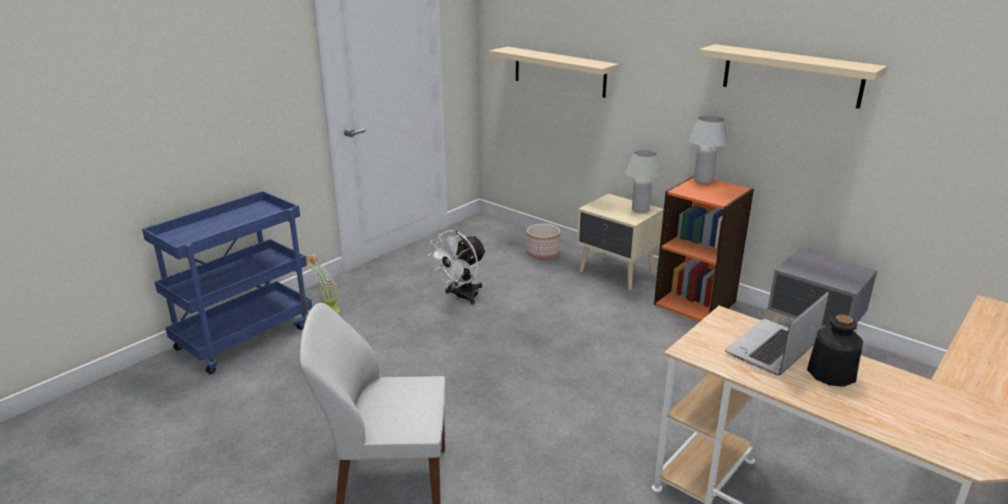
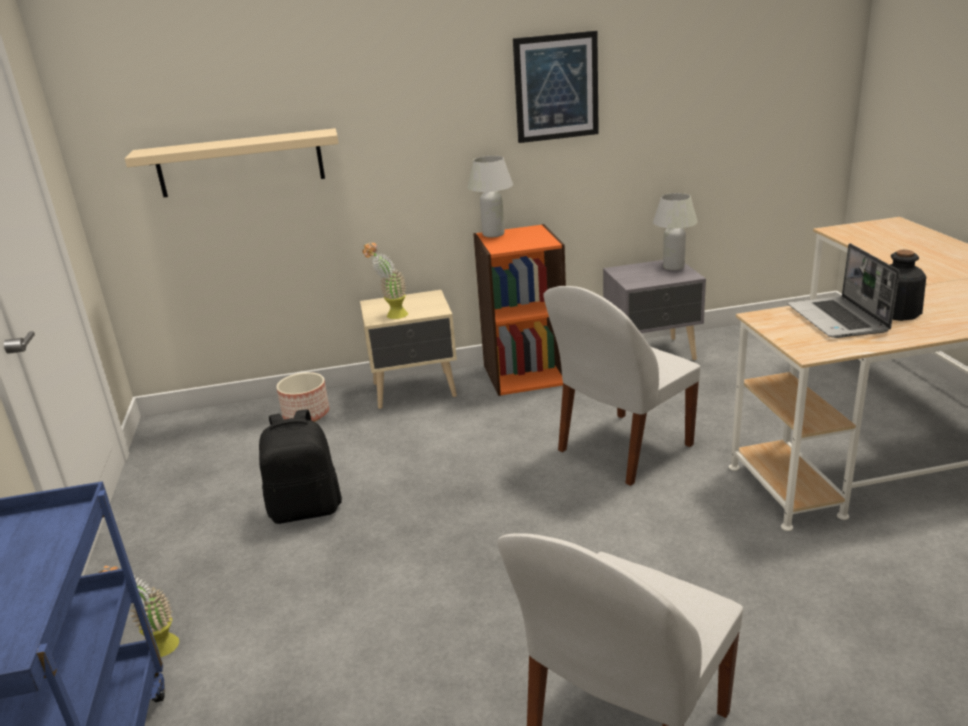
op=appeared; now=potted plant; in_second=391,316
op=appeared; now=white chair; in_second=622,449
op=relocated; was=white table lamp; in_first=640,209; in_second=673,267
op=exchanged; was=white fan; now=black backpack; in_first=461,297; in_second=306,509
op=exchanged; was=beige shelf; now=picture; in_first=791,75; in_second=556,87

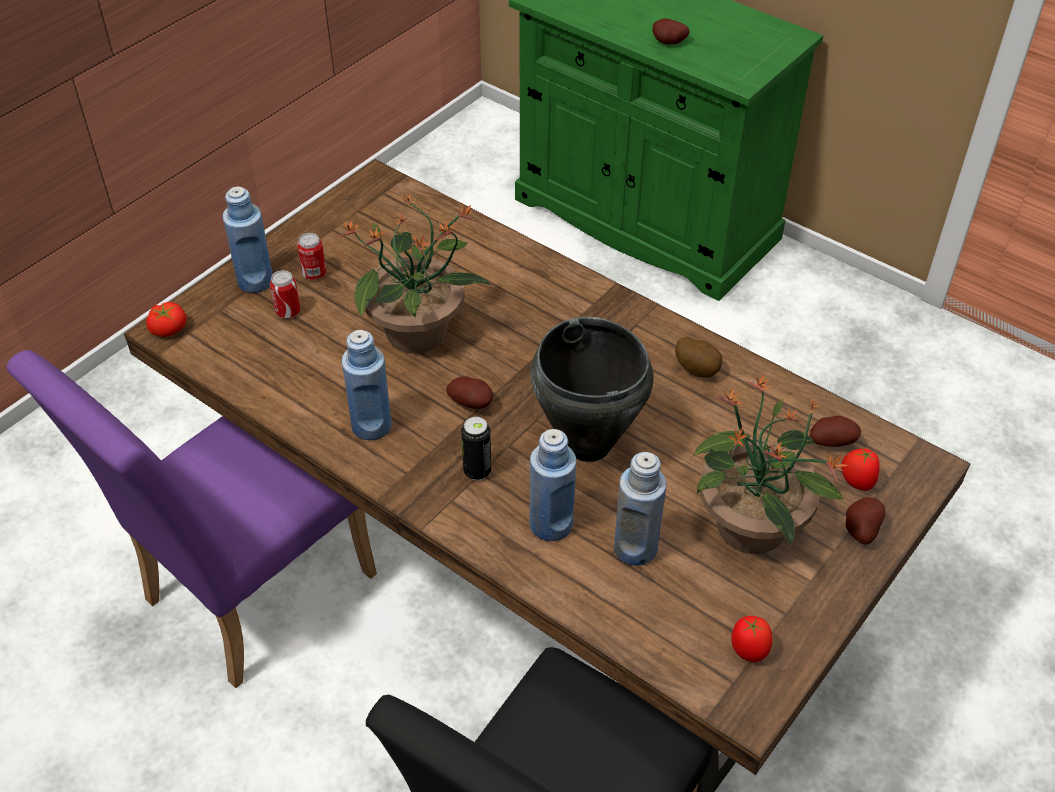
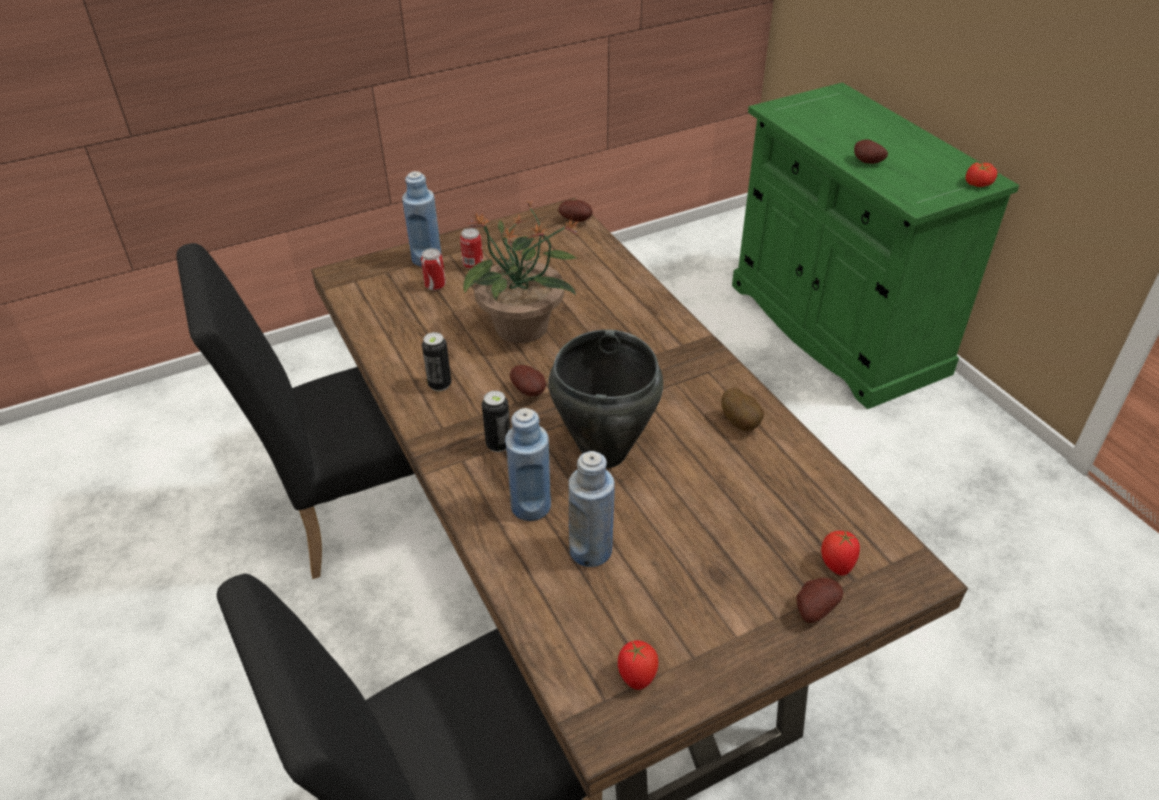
op=missing; was=potted plant; in_first=751,528
op=relocated; was=tomato; in_first=168,328; in_second=977,183
op=relocated; was=potato; in_first=831,441; in_second=577,220
op=exchanged; was=blue bottle; now=can; in_first=371,426; in_second=439,384
op=colour; was=purple chair; now=black chair; in_first=245,596; in_second=359,514

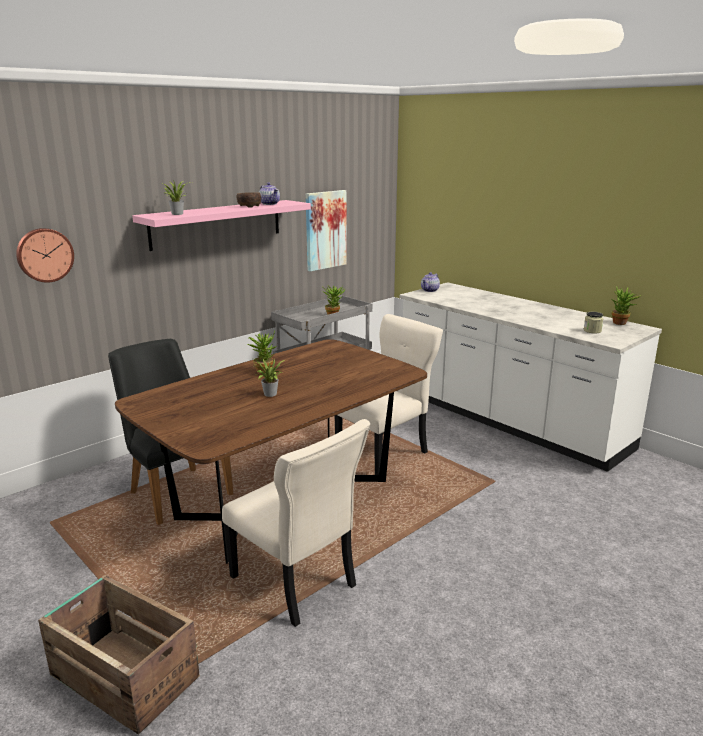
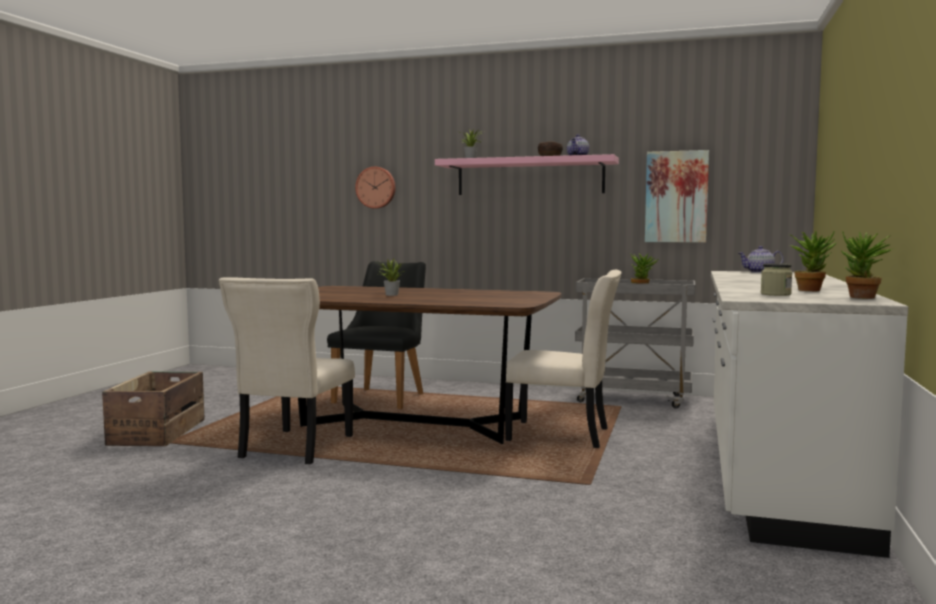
op=relocated; was=potted plant; in_first=263,371; in_second=811,290

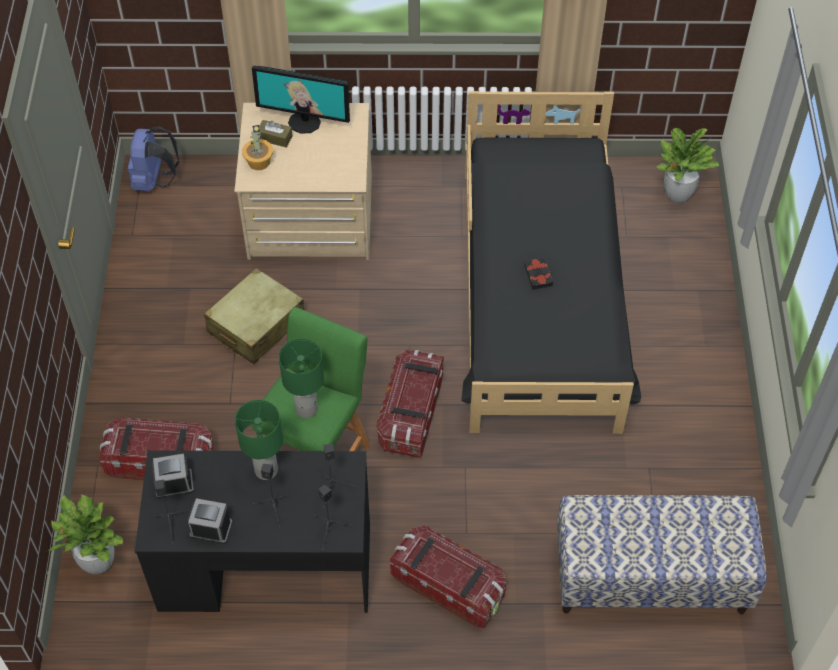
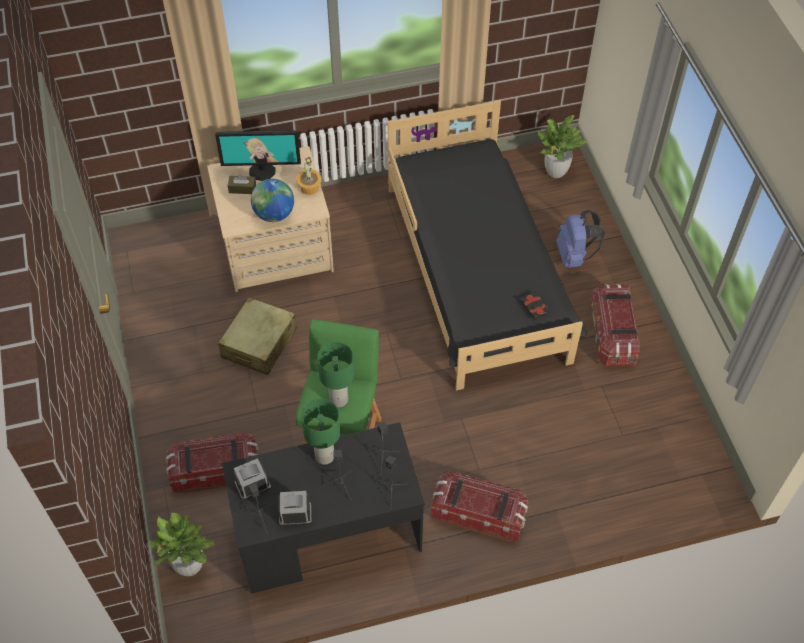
op=missing; was=bench; in_first=650,578
op=appeared; now=globe; in_second=274,214
op=relocated; was=blue backpack; in_first=154,180; in_second=574,256
op=relocated; was=potted plant; in_first=259,161; in_second=309,187
op=relocated; was=storage box; in_first=411,415; in_second=611,335
op=relocated; was=black book; in_first=538,275; in_second=534,307

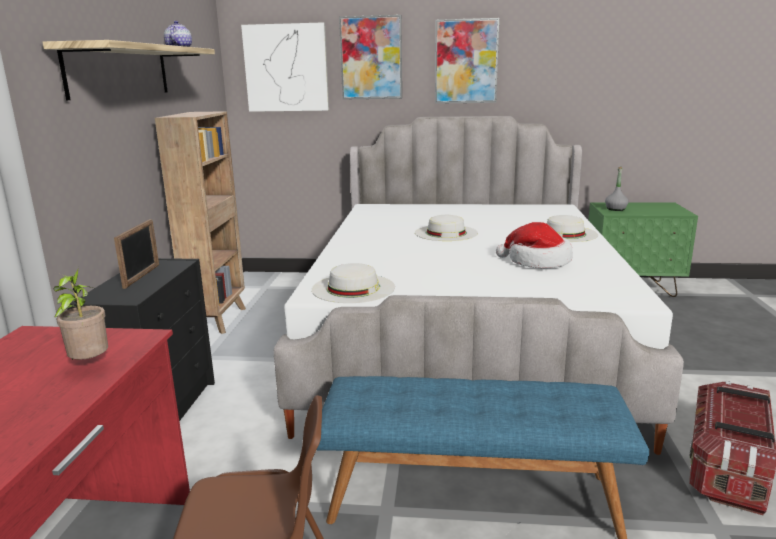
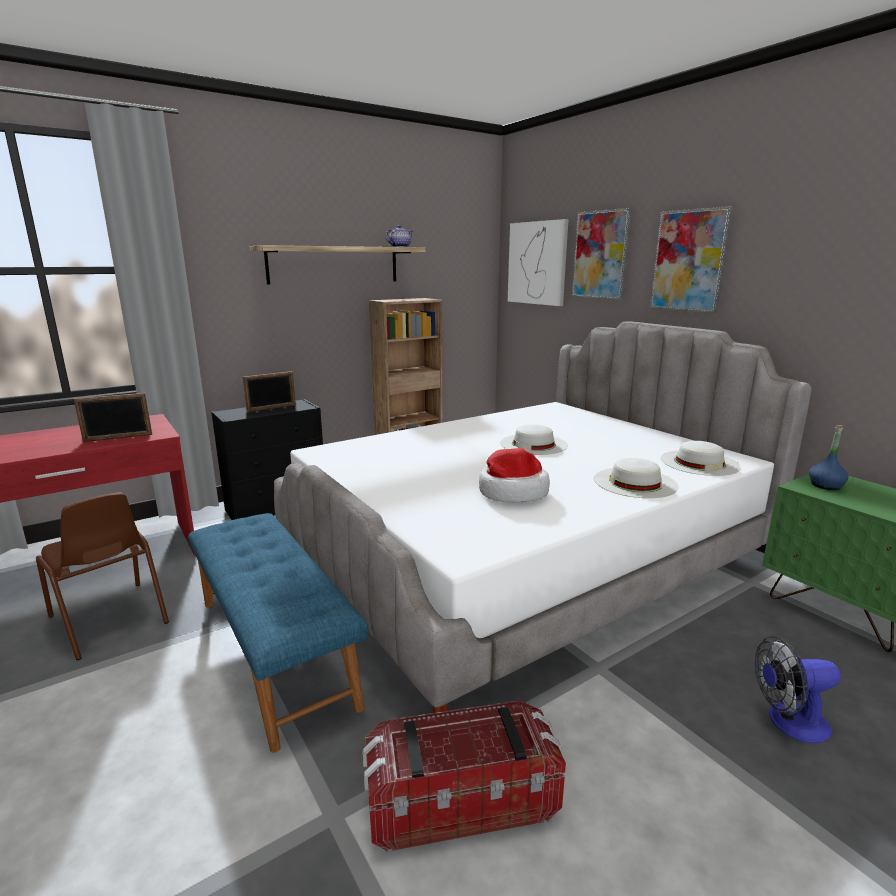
op=appeared; now=fan; in_second=788,722
op=relocated; was=white hat; in_first=353,288; in_second=699,462
op=exchanged; was=potted plant; now=picture frame; in_first=89,364; in_second=118,438
op=colour; was=grey bottle; now=blue bottle; in_first=615,209; in_second=825,485

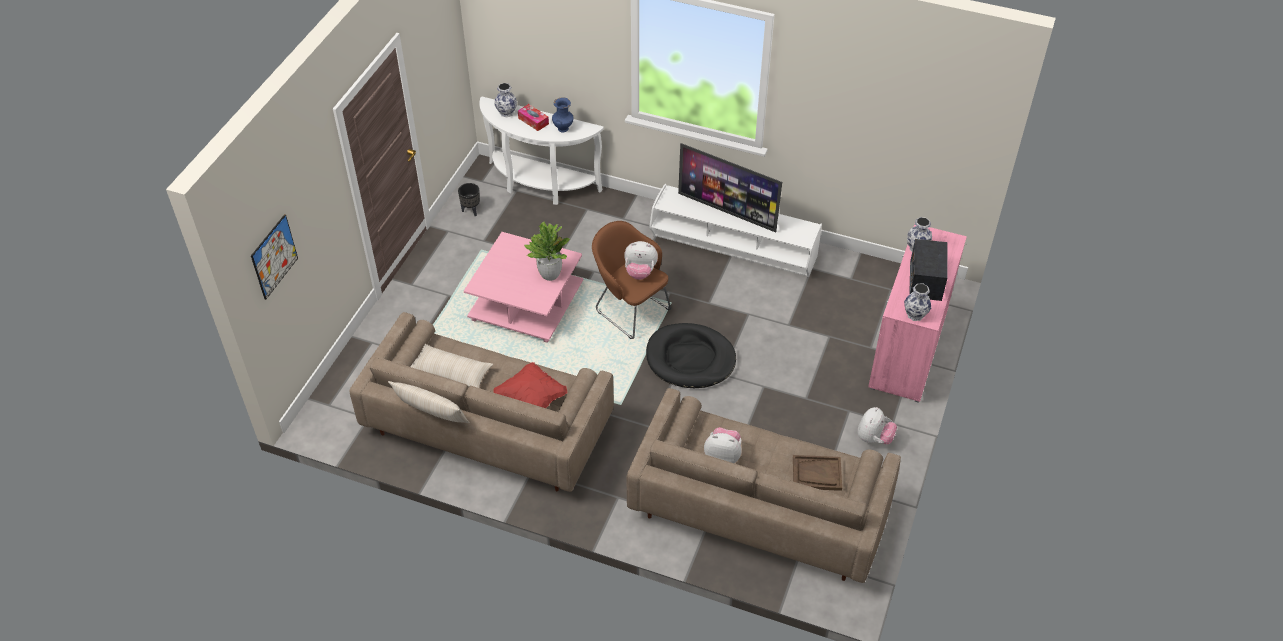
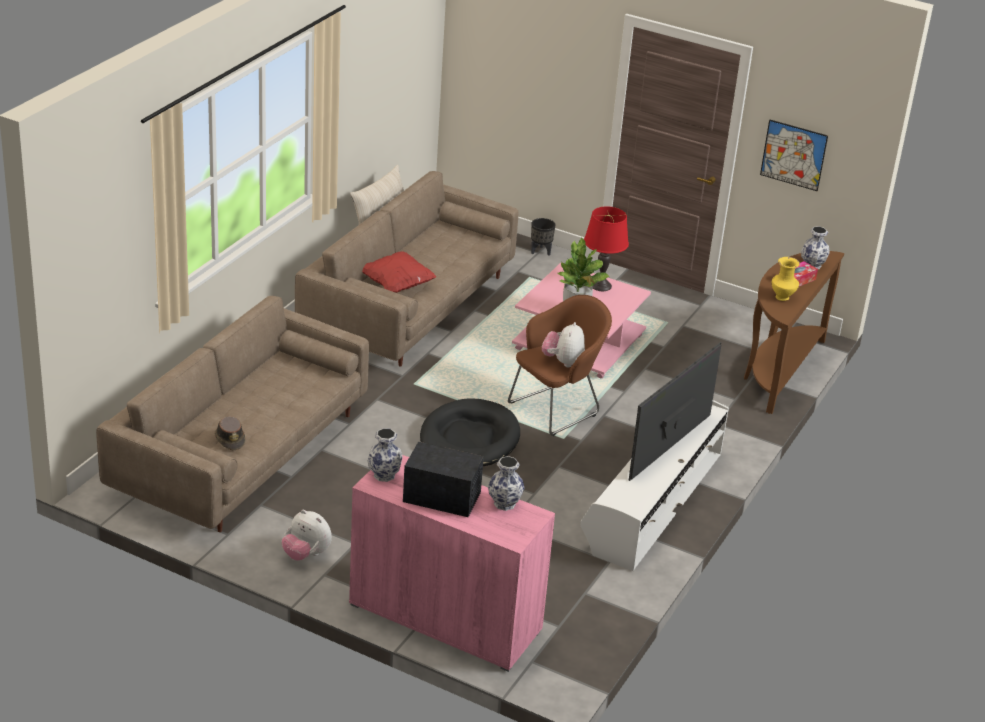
op=missing; was=beige pillow; in_first=451,372
op=missing; was=plush toy; in_first=723,456
op=appeared; now=red table lamp; in_second=601,285
op=relocated; was=picture; in_first=274,256; in_second=793,155
op=relocated; was=black planter; in_first=471,210; in_second=540,251
op=exchanged; was=brown tray; now=brown hat; in_first=816,474; in_second=230,439
op=colour; was=white console table; now=brown console table; in_first=539,186; in_second=778,370
op=colour; was=blue vase; now=yellow vase; in_first=563,128; in_second=783,298

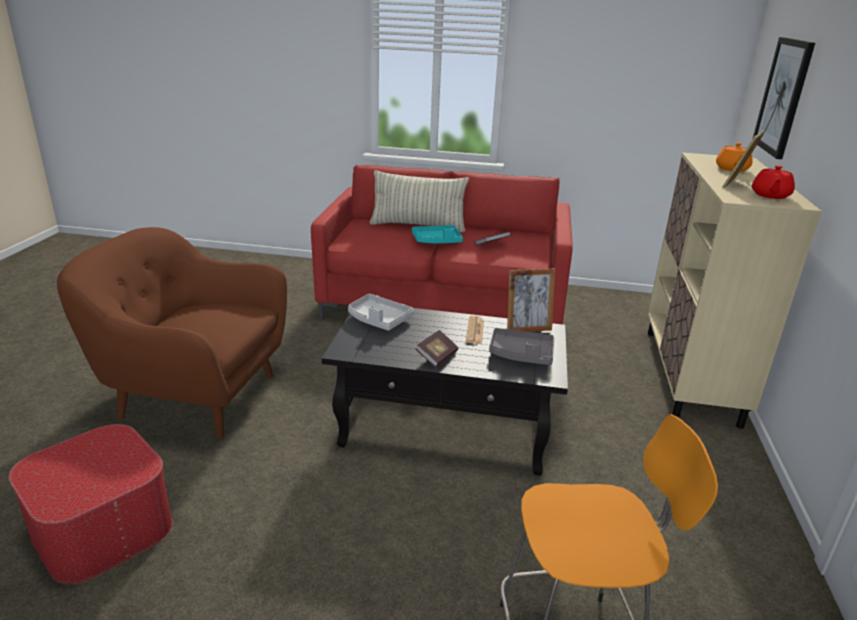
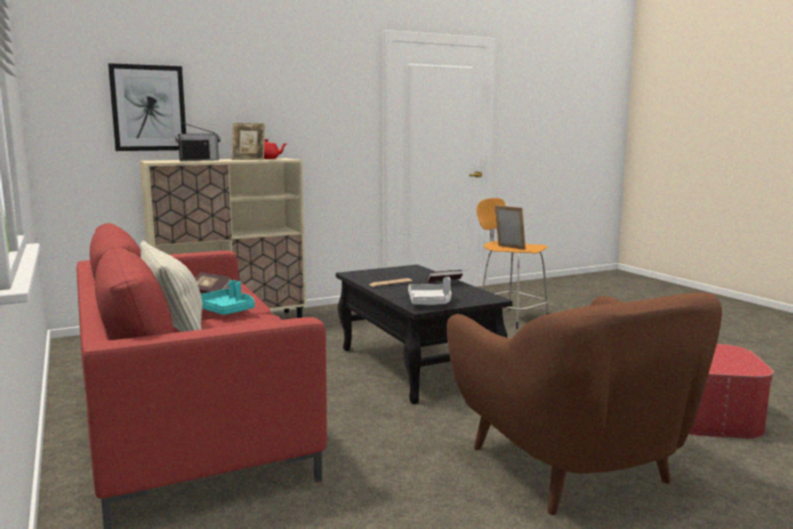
op=missing; was=grey tray; in_first=521,355
op=relocated; was=picture frame; in_first=527,328; in_second=509,248
op=exchanged; was=orange teapot; now=radio; in_first=731,169; in_second=199,160

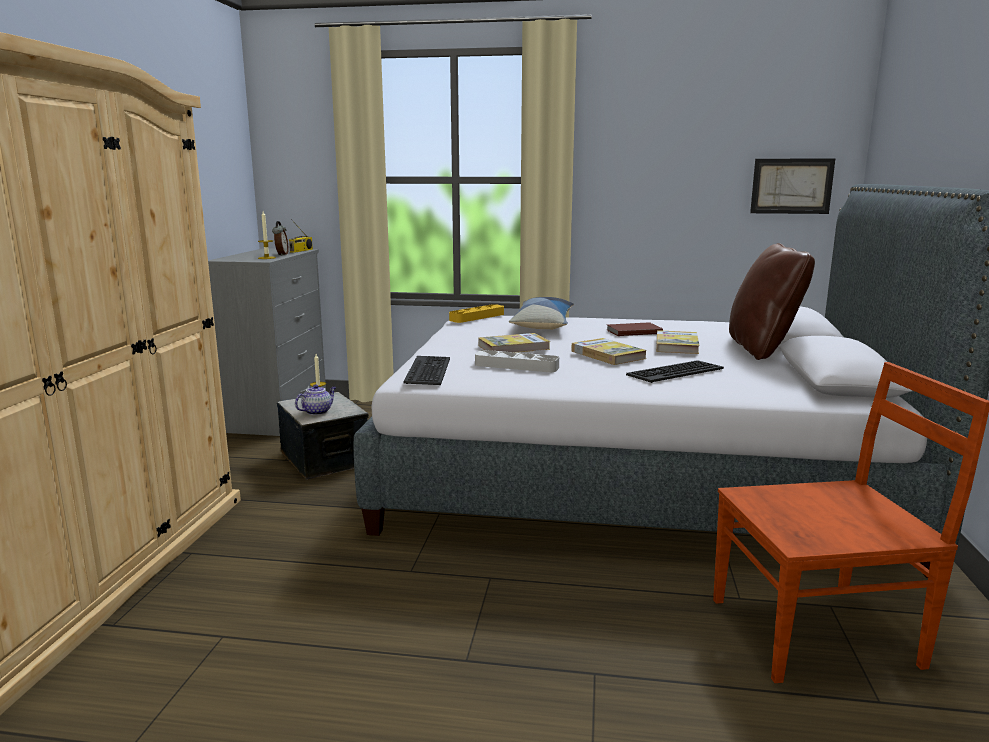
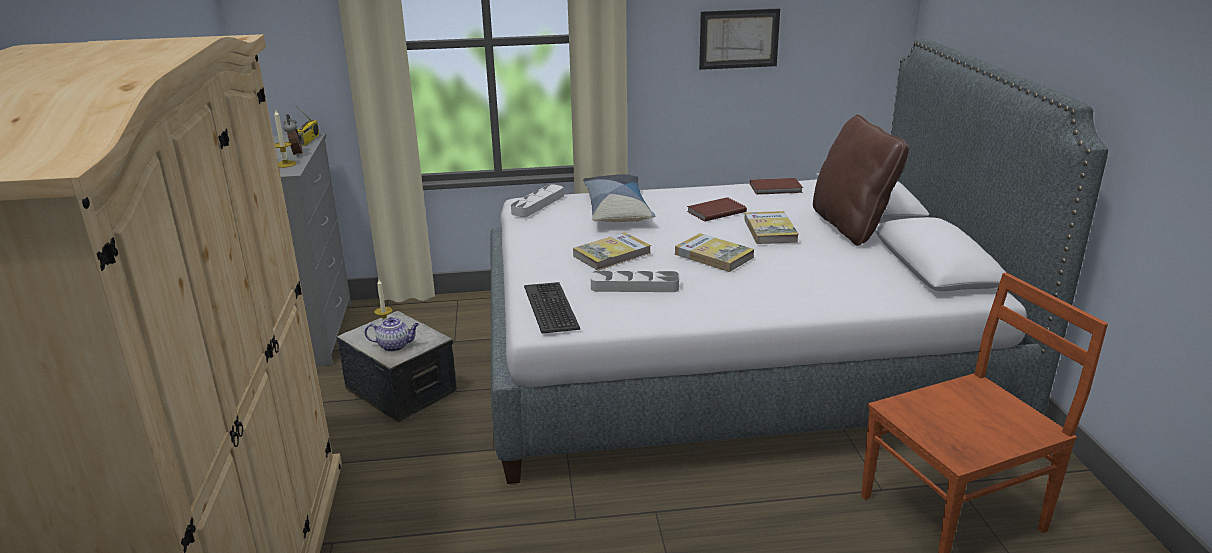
op=missing; was=keyboard; in_first=674,372
op=appeared; now=brown book; in_second=776,188
op=relocated; was=picture; in_first=791,186; in_second=738,39
op=colour; was=yellow tray; now=grey tray; in_first=477,317; in_second=538,204
op=spun; was=teapot; in_first=317,412; in_second=395,346; clockwise=60

